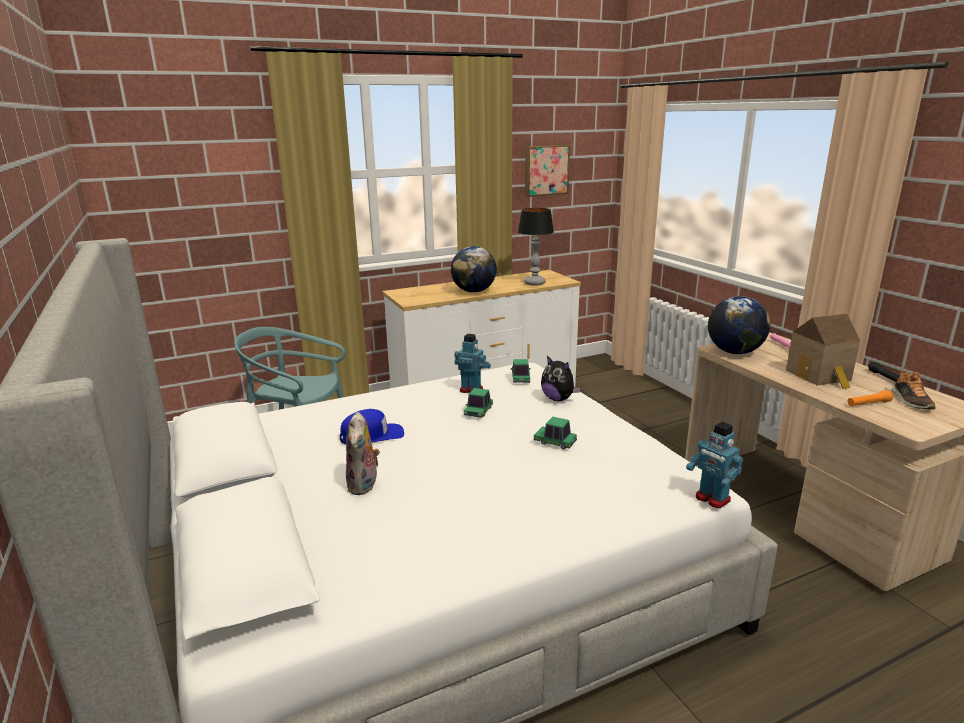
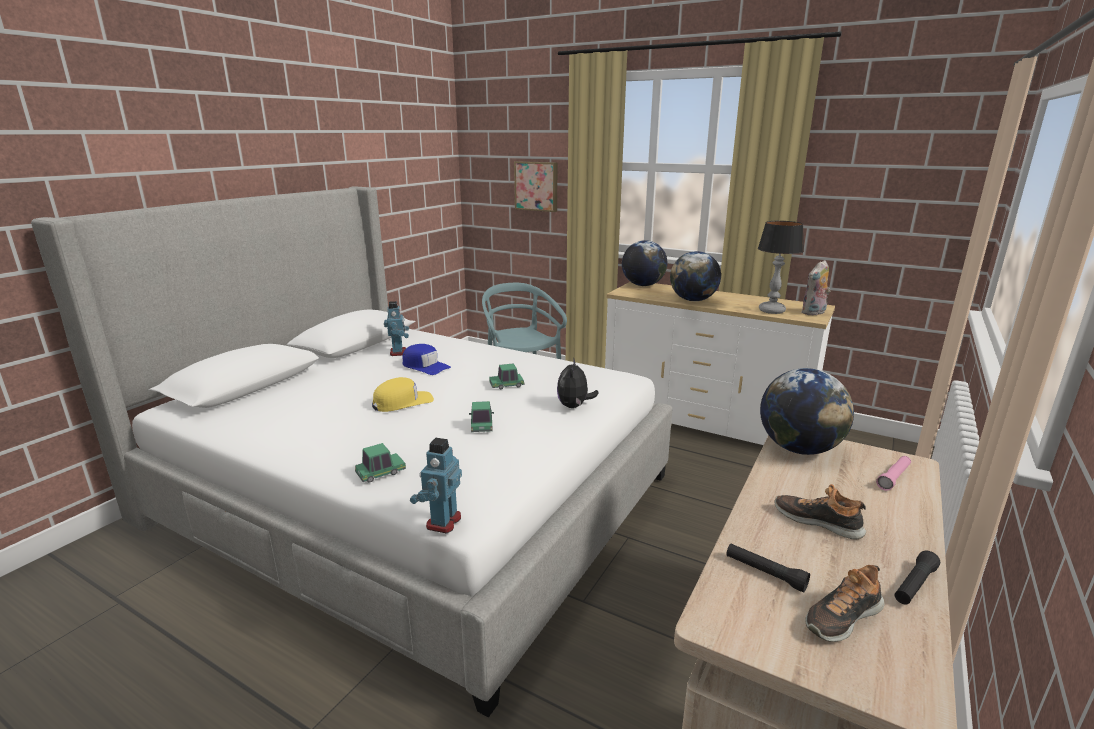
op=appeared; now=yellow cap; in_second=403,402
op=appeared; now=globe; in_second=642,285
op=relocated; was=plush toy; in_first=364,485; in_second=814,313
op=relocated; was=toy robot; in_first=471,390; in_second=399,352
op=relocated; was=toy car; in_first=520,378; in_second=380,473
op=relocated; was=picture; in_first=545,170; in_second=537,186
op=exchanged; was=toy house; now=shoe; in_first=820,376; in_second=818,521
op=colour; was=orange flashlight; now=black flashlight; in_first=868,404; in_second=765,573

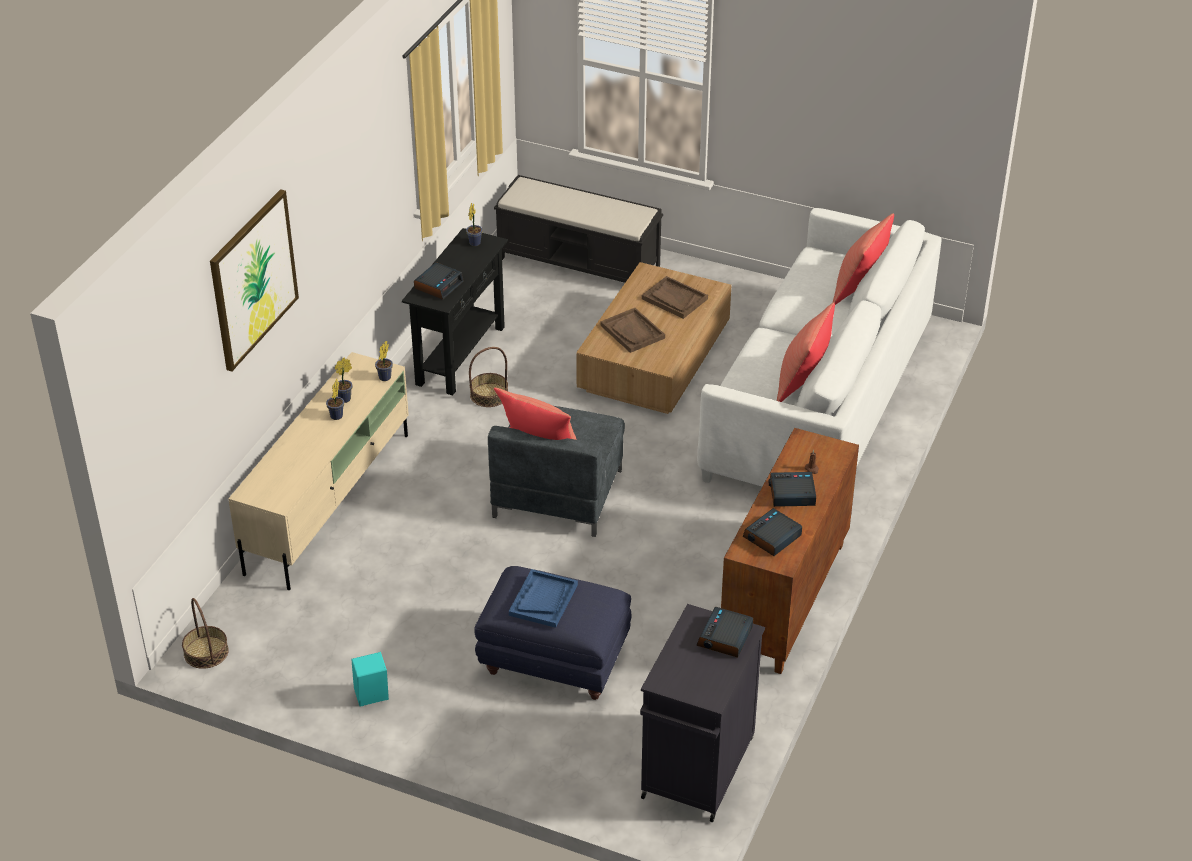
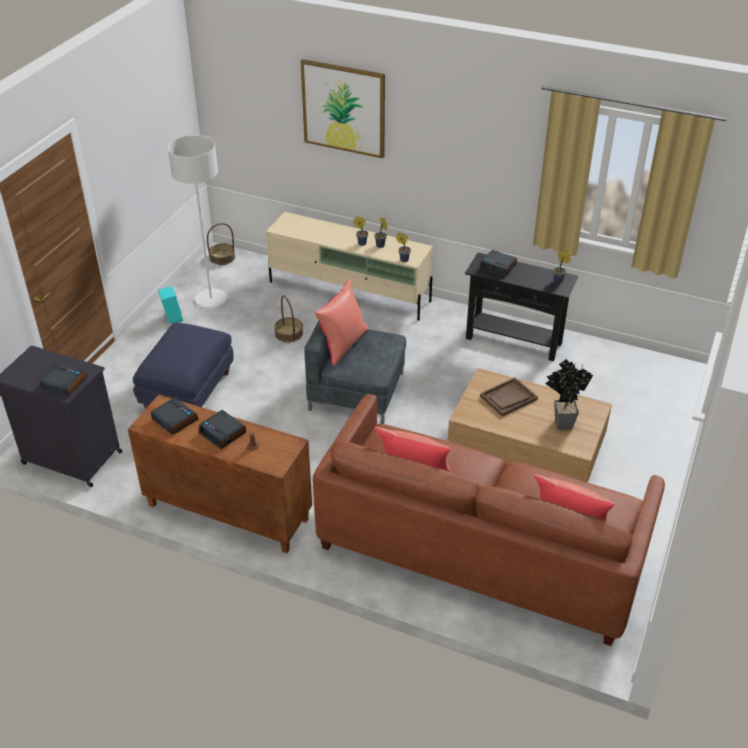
op=missing; was=black bench; in_first=580,262
op=missing; was=blue tray; in_first=543,600
op=appeared; now=grey floor lamp; in_second=211,299
op=relocated; was=basket; in_first=489,395; in_second=289,333
op=exchanged; was=brown tray; now=potted plant; in_first=674,299; in_second=560,423
op=colour; was=white sofa; now=brown sofa; in_first=818,401; in_second=480,550
op=spun; was=alarm clock; in_first=791,494; in_second=223,433; clockwise=135

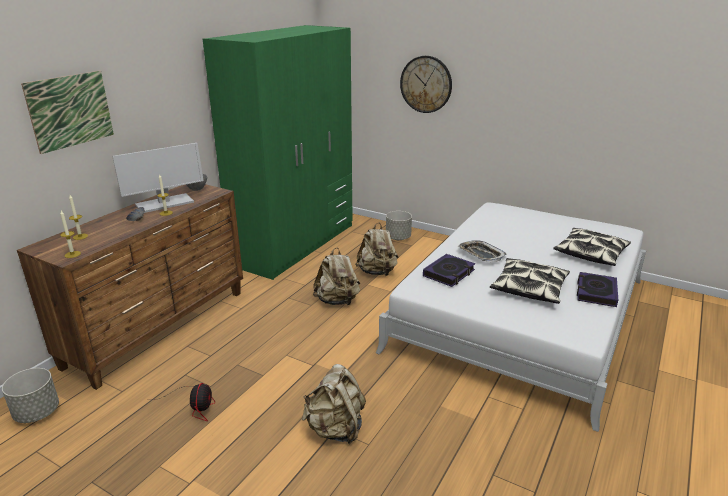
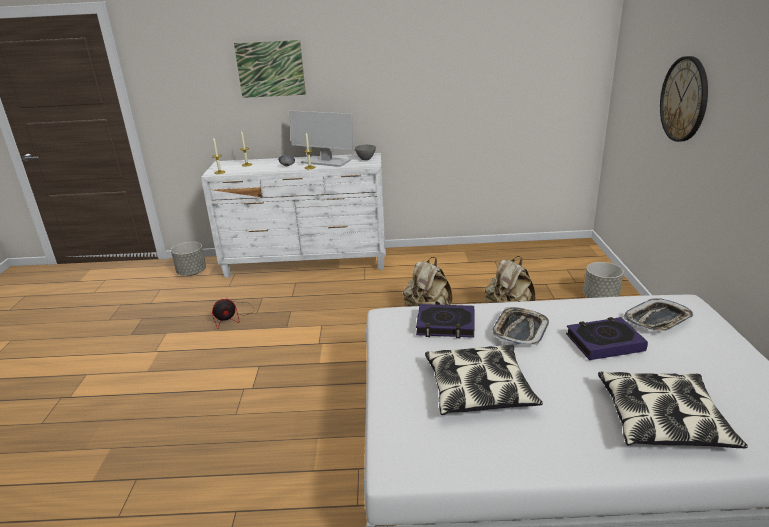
op=missing; was=green wardrobe; in_first=296,244
op=missing; was=beige backpack; in_first=335,429
op=appeared; now=tray; in_second=658,320
op=relocated; was=book; in_first=596,292; in_second=604,342
op=colour; was=brown dresser; now=white dresser; in_first=160,328; in_second=307,264

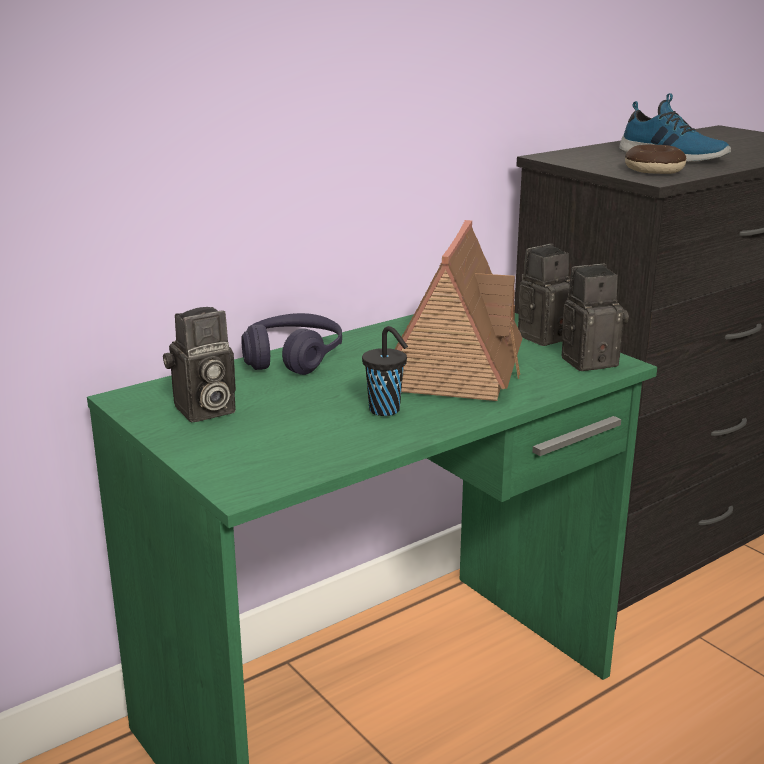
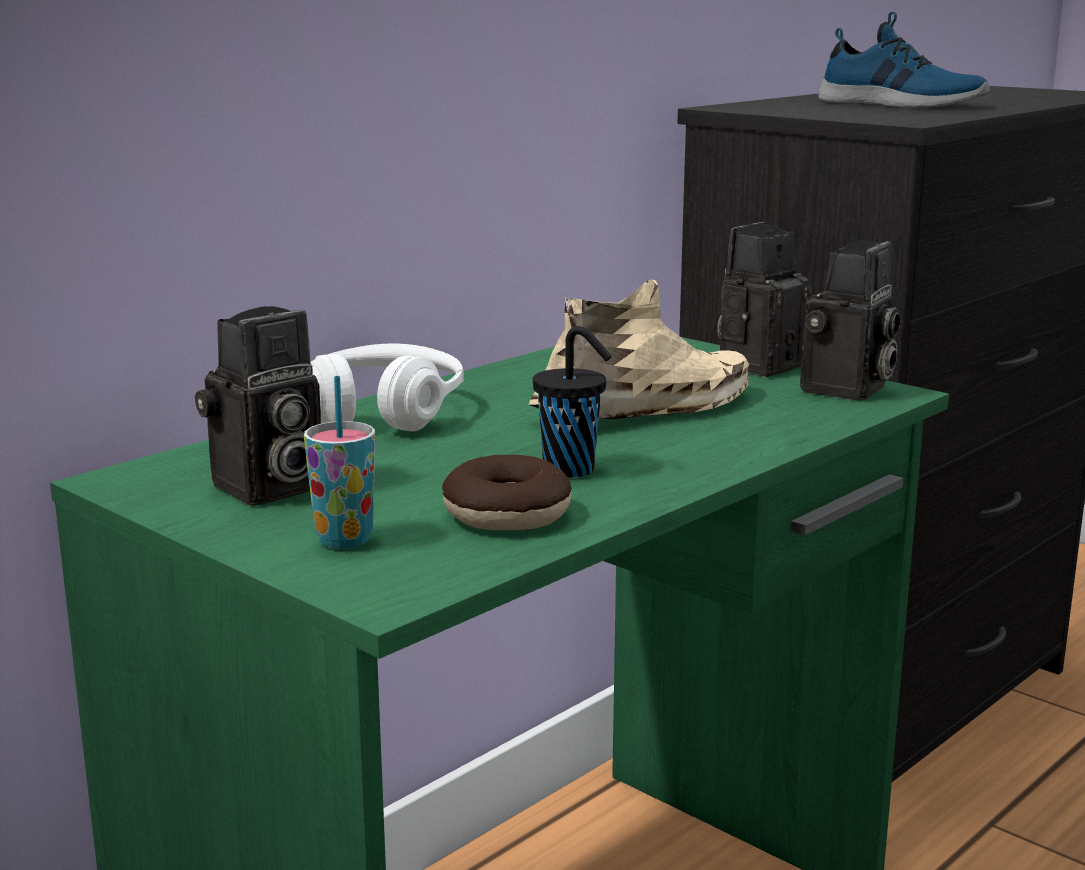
op=appeared; now=cup; in_second=344,540
op=relocated; was=donut; in_first=654,170; in_second=507,514
op=exchanged; was=toy house; now=beige shoe; in_first=455,368; in_second=648,410
op=colour; was=purple headphones; now=white headphones; in_first=292,358; in_second=382,411
op=spun; was=photo camera; in_first=590,360; in_second=847,390; clockwise=150

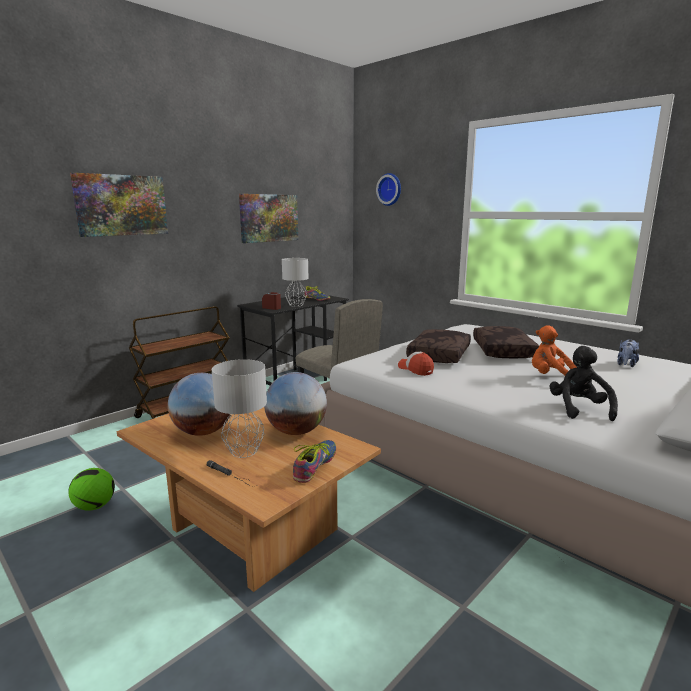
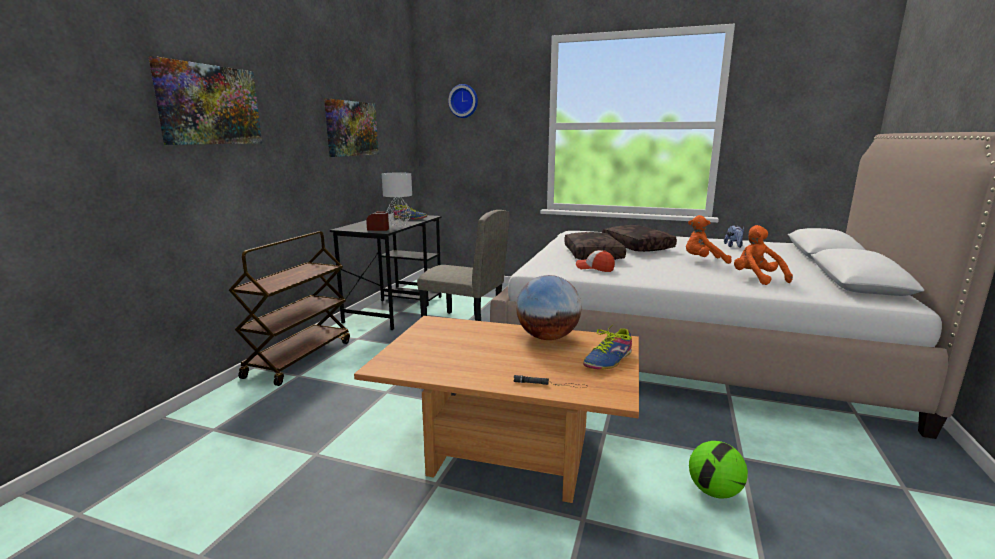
op=missing; was=globe; in_first=203,432
op=missing; was=grey table lamp; in_first=245,451
op=relocated; was=football; in_first=94,506; in_second=714,491
op=colour; was=black plush toy; now=orange plush toy; in_first=579,409; in_second=756,278
op=spun; was=shoe; in_first=315,465; in_second=608,360; clockwise=-135

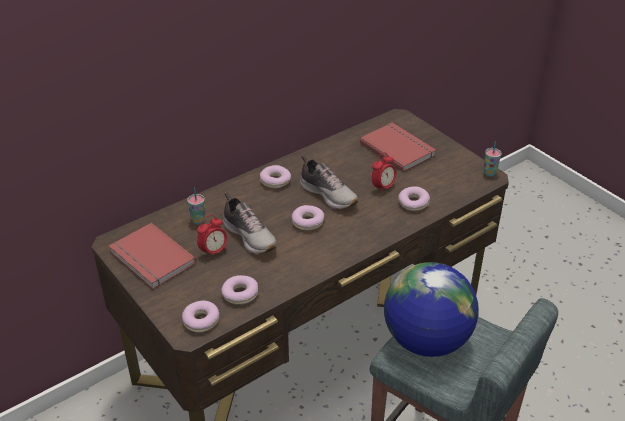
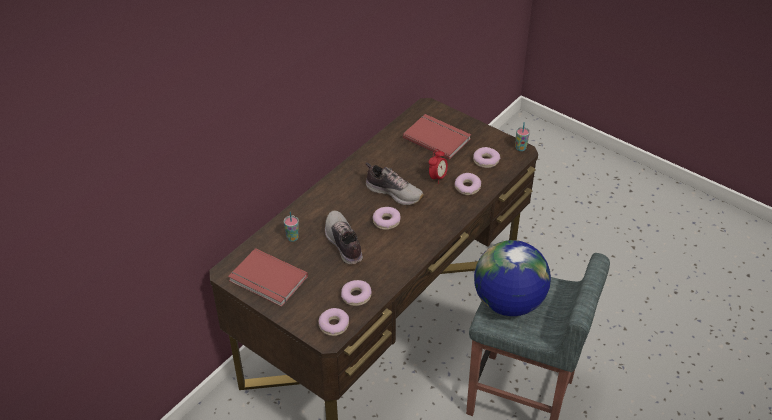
op=missing; was=alarm clock; in_first=213,251
op=relocated; was=donut; in_first=275,181; in_second=486,161
op=spun; was=shoe; in_first=250,236; in_second=343,243; clockwise=-150

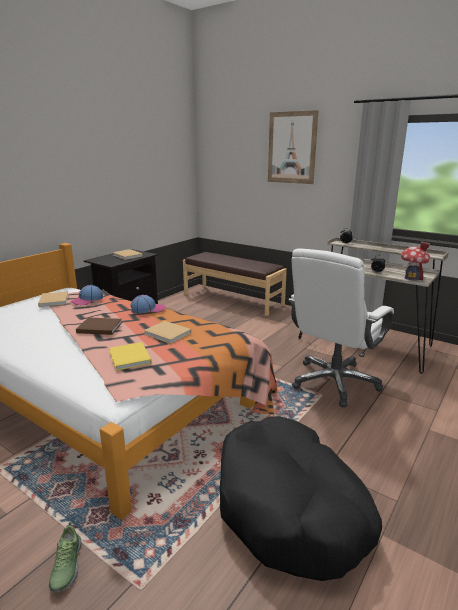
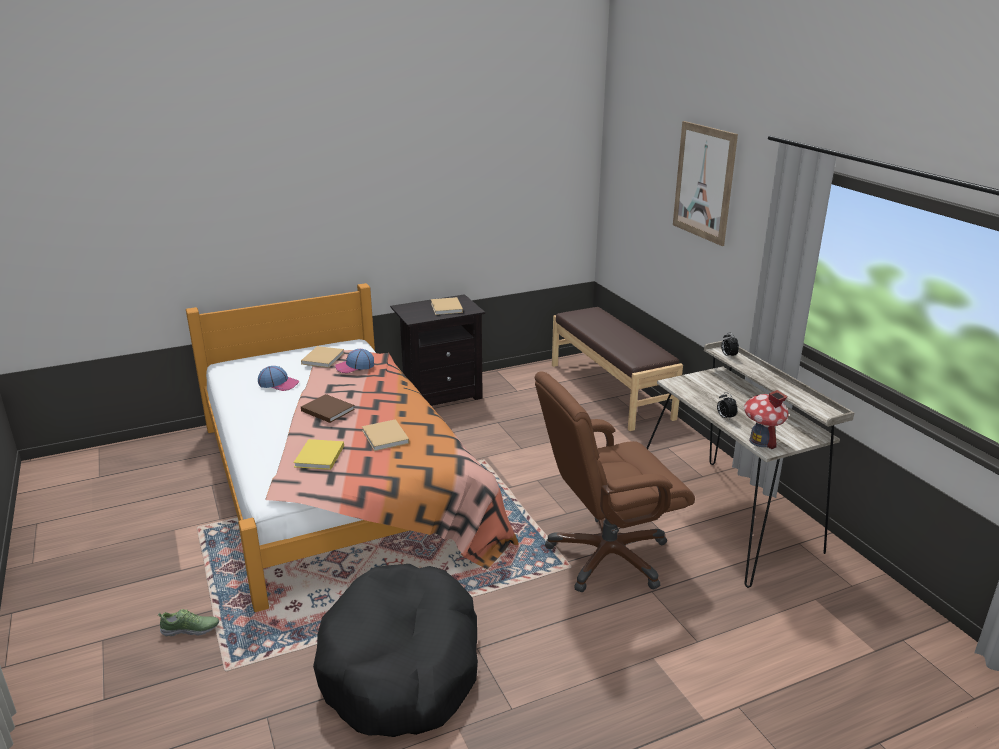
op=relocated; was=cap; in_first=148,309; in_second=279,384
op=colour; was=white office chair; now=brown office chair; in_first=334,382; in_second=607,557
op=spun; was=shoe; in_first=66,566; in_second=190,629; clockwise=-120

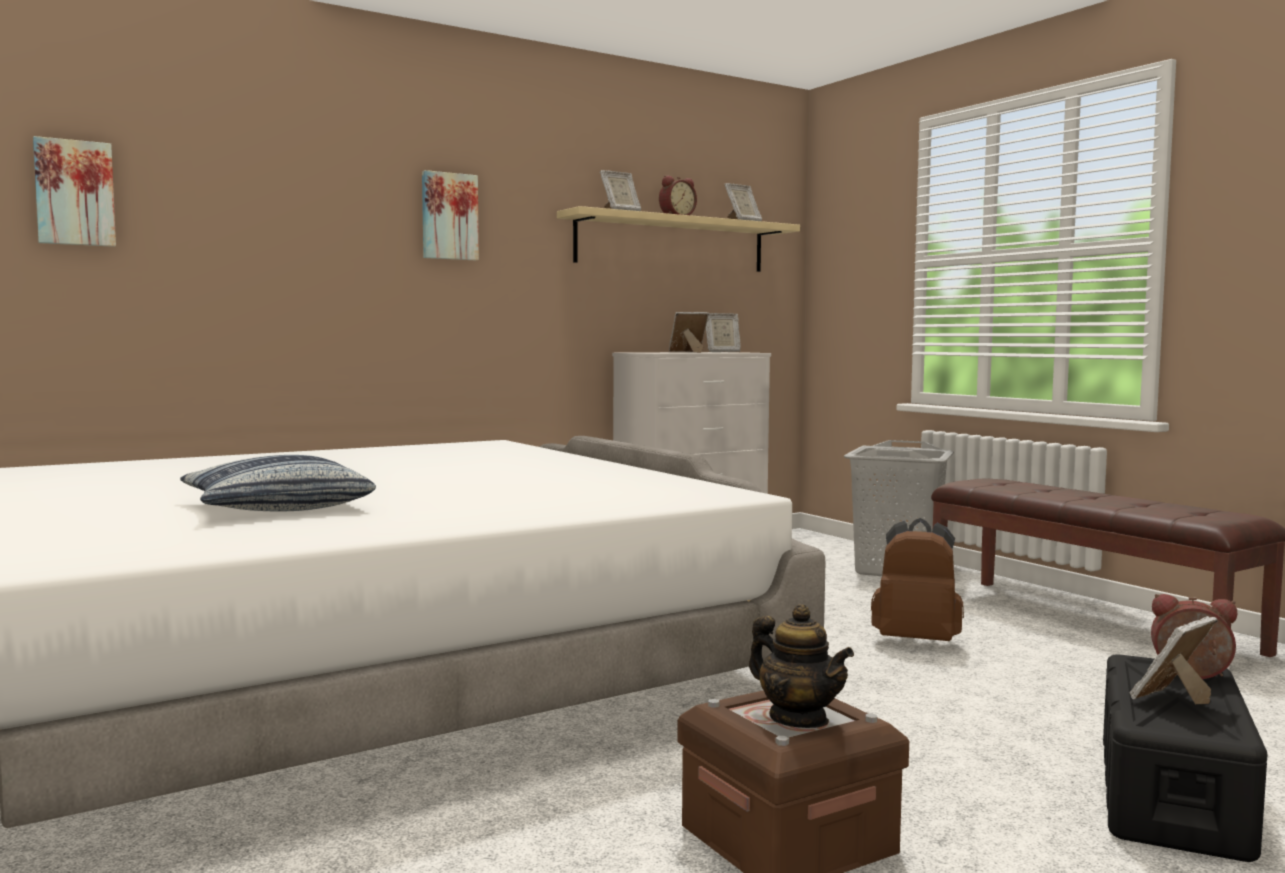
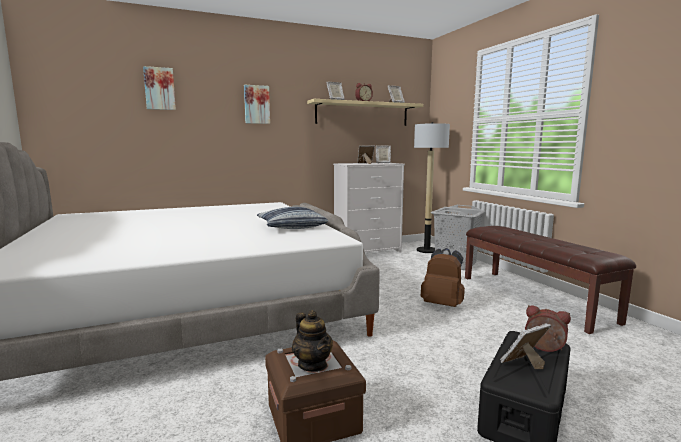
op=appeared; now=floor lamp; in_second=426,250
op=relocated; was=picture; in_first=74,193; in_second=159,88
op=relocated; was=pillow; in_first=276,506; in_second=291,226

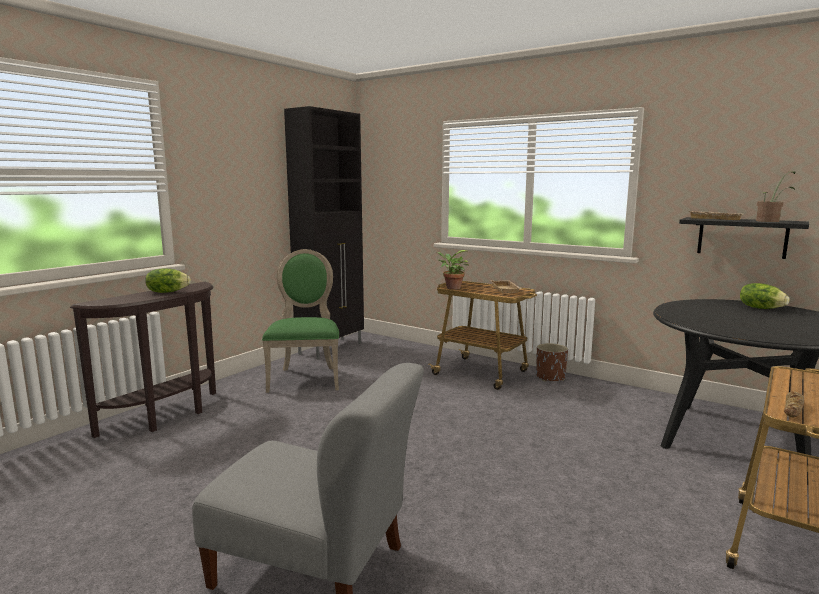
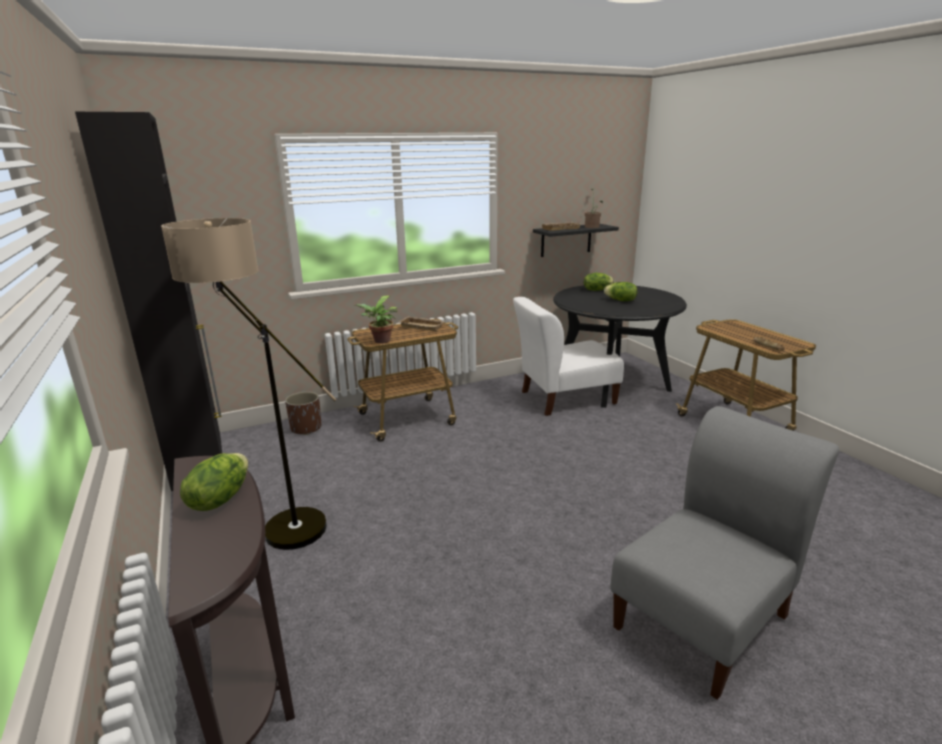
op=appeared; now=white chair; in_second=564,398
op=appeared; now=lettuce; in_second=620,300
op=relocated; was=brown planter; in_first=550,377; in_second=306,428
op=exchanged; was=green chair; now=floor lamp; in_first=306,378; in_second=277,523

